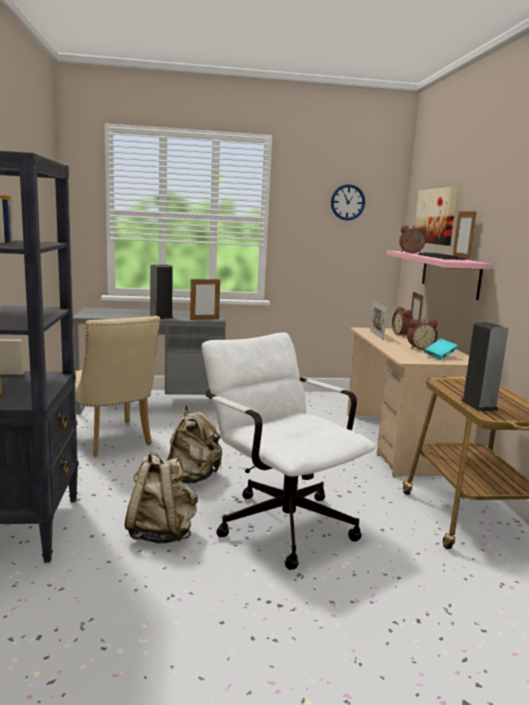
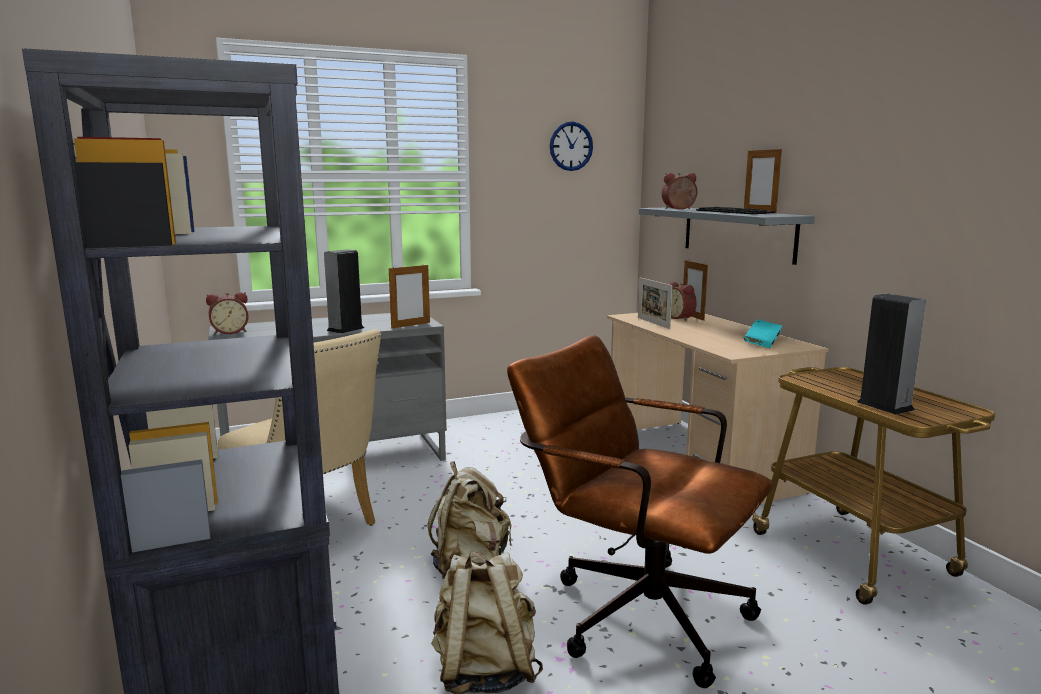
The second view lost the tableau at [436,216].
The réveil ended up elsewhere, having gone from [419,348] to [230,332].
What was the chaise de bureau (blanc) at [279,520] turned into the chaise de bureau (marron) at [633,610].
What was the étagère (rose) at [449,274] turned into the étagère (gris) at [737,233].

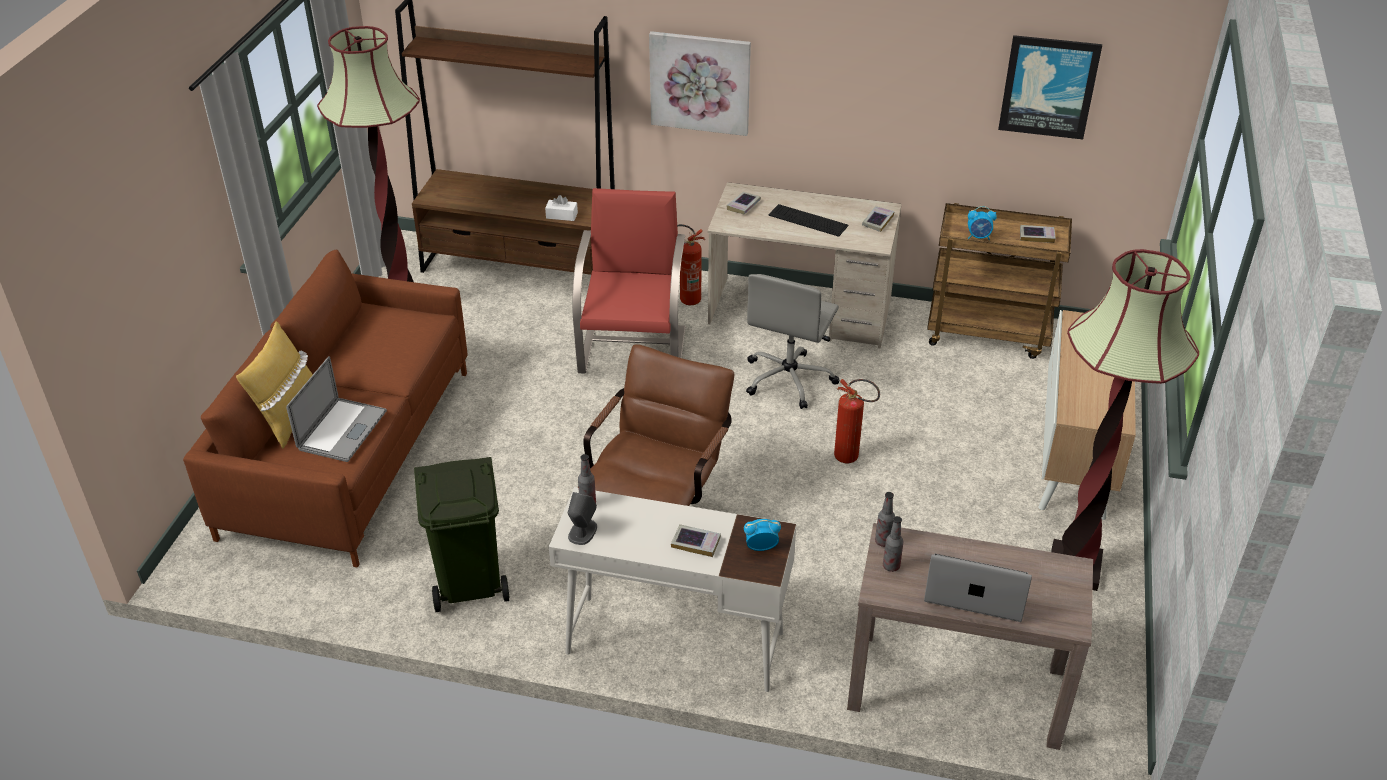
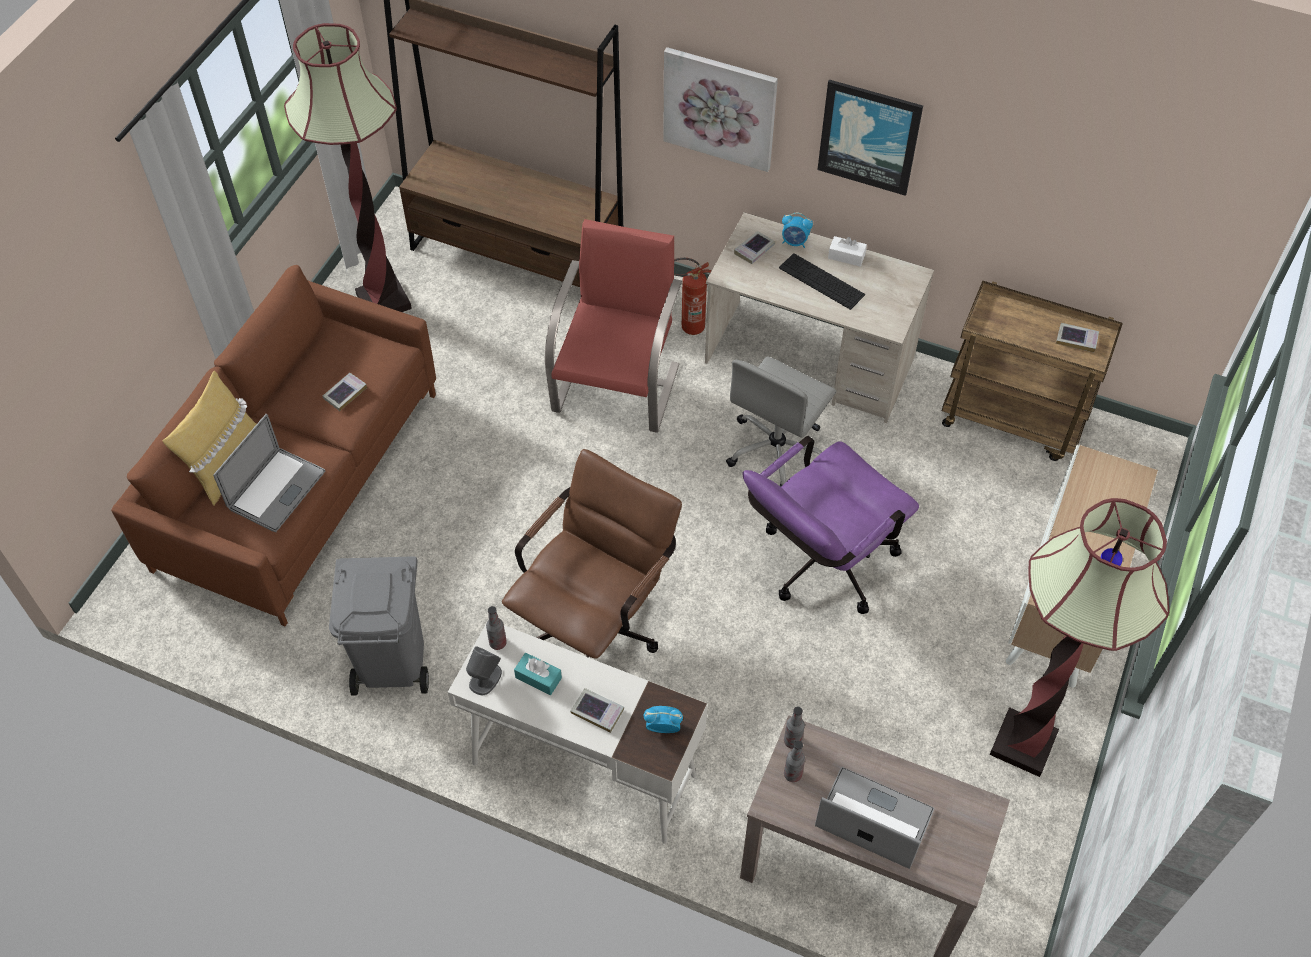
The second view gained the boîte à mouchoirs (turquoise) at [538,678].
The boîte à mouchoirs (blanc) ended up elsewhere, having gone from [561,215] to [846,256].
The livre ended up elsewhere, having gone from [877,221] to [345,393].
The réveil ended up elsewhere, having gone from [979,237] to [794,242].
The tableau ended up elsewhere, having gone from [1048,86] to [869,136].
Where the extincteur stood at [851,458], the chaise de bureau (violet) came to stand at [819,566].
What was the poubelle (vert) at [471,582] turned into the poubelle (gris) at [394,662].

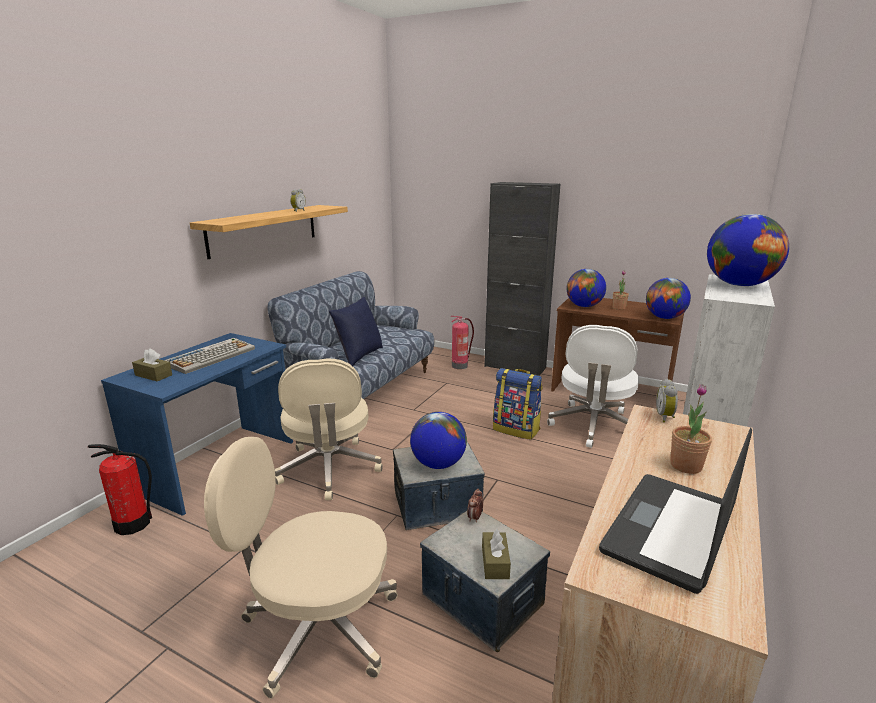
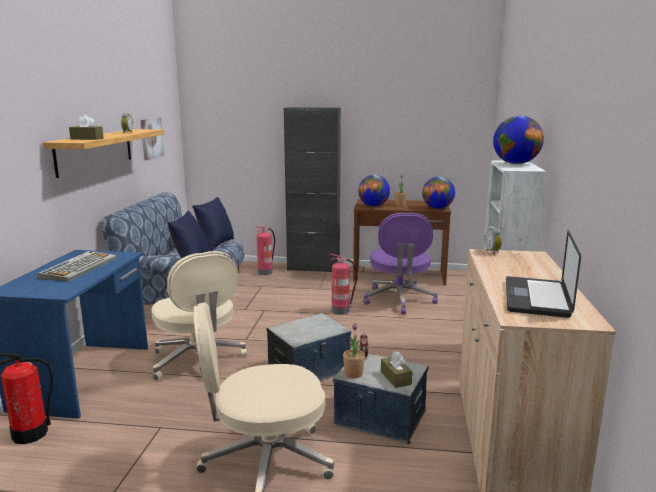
The second view lost the globe at [438,464].
The second view gained the tableau at [151,138].
The second view gained the coussin (bleu) at [215,245].
The boîte à mouchoirs (marron) ended up elsewhere, having gone from [153,375] to [87,139].
The plante en pot ended up elsewhere, having gone from [686,466] to [353,374].
Where the sac à dos stood at [516,429], the extincteur came to stand at [341,310].
What was the chaise de bureau (blanc) at [593,426] turned into the chaise de bureau (violet) at [399,300].

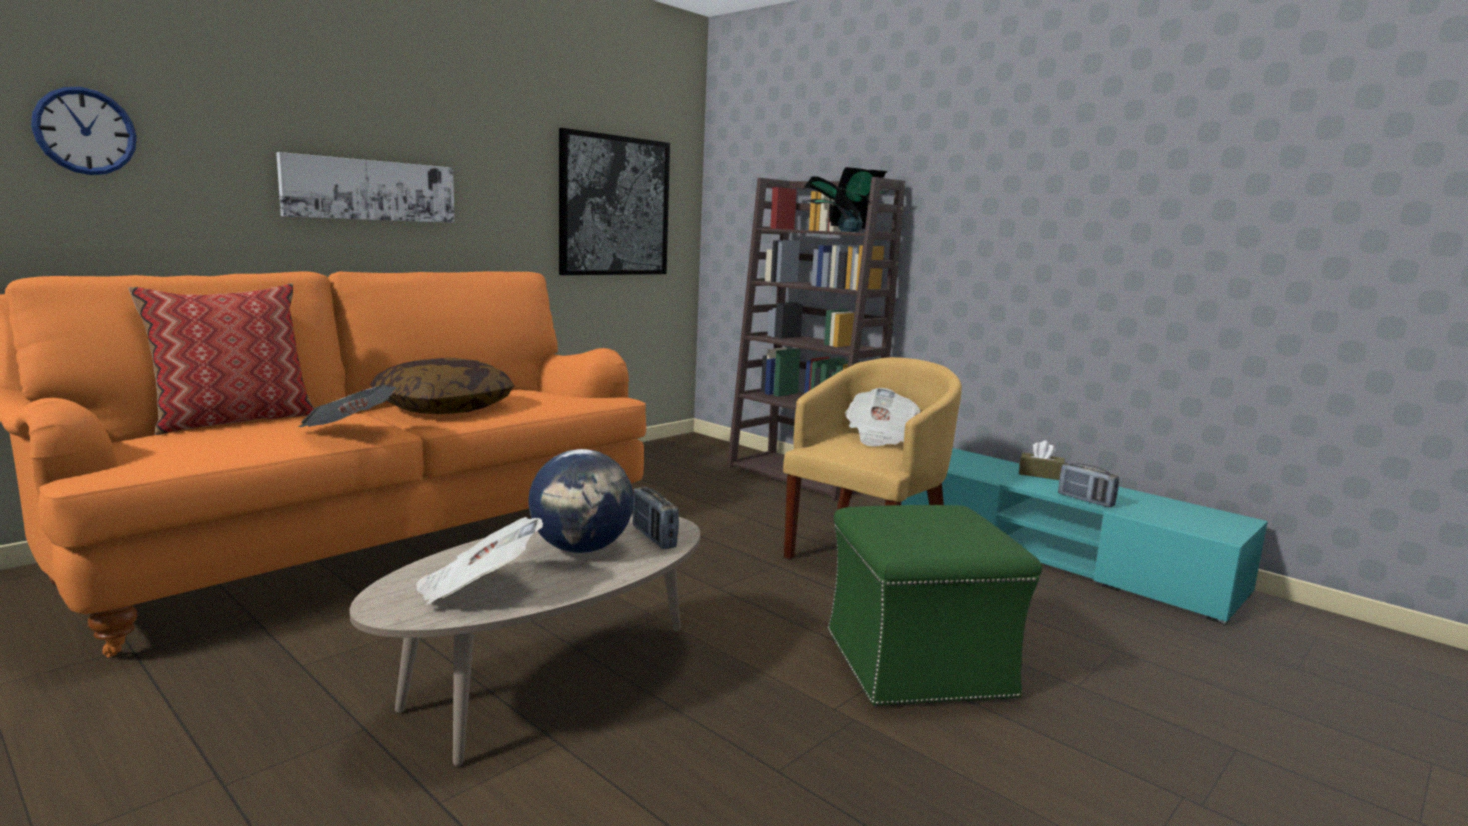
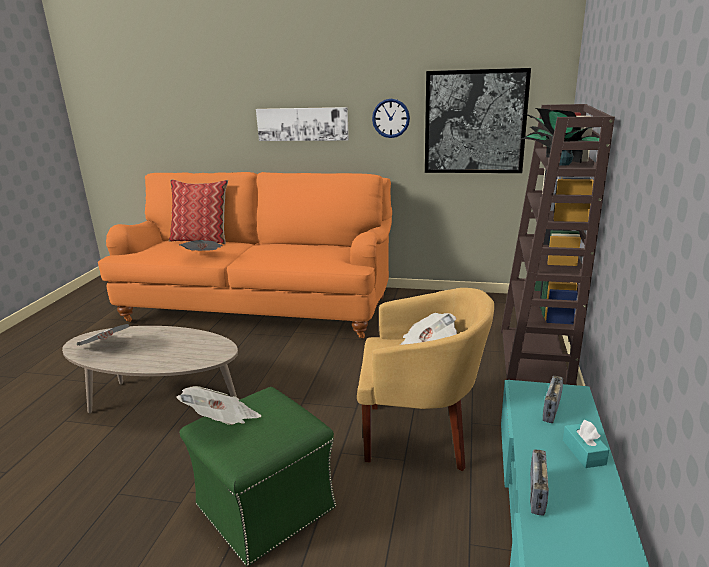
The second view lost the coussin at [444,408].
The second view lost the globe at [582,549].
The second view gained the journal at [223,422].
The horloge murale ended up elsewhere, having gone from [85,131] to [391,118].
The radio ended up elsewhere, having gone from [654,537] to [551,410].
What was the boîte à mouchoirs (marron) at [1040,474] turned into the boîte à mouchoirs (turquoise) at [583,452].

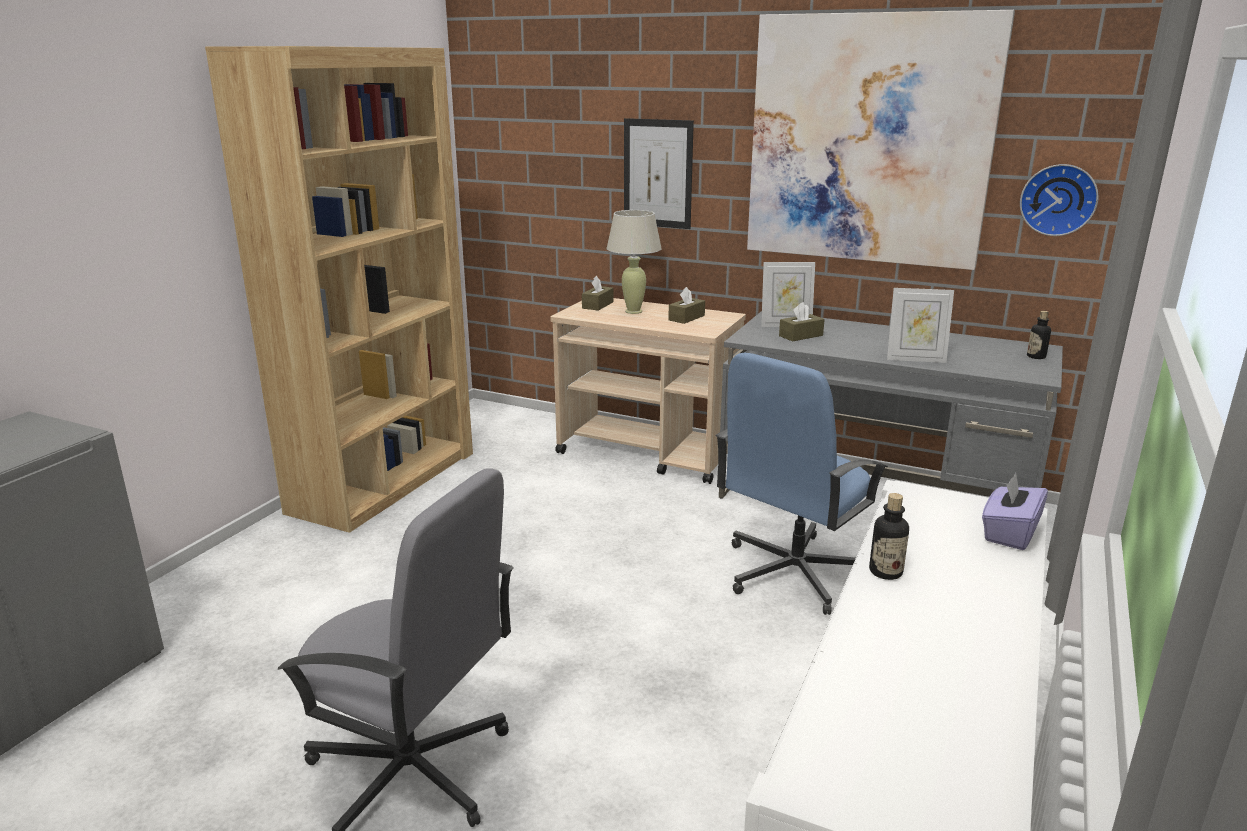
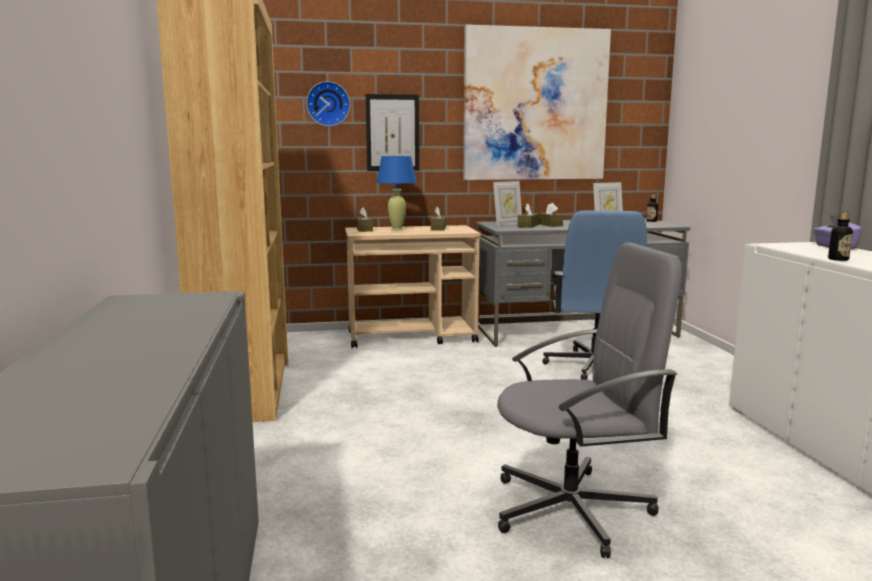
The second view gained the boîte à mouchoirs (marron) at [550,225].
The horloge murale ended up elsewhere, having gone from [1058,199] to [328,104].
What was the lampe de table (beige) at [634,311] turned into the lampe de table (bleu) at [397,229].

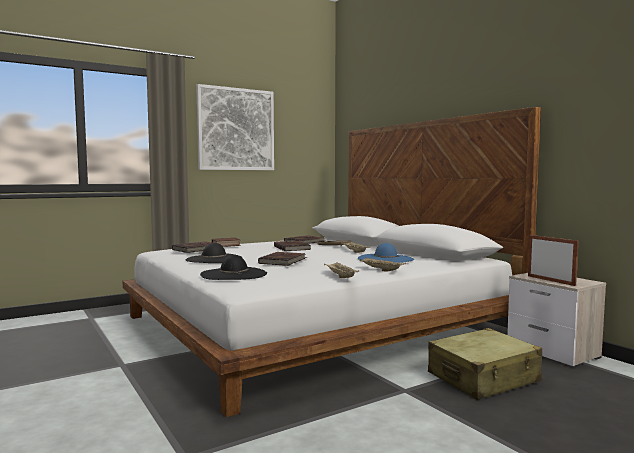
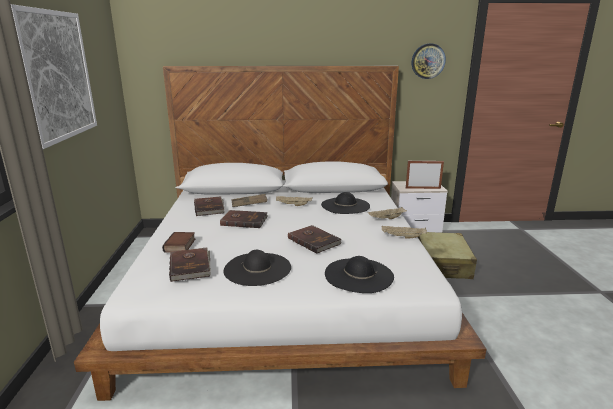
The second view gained the horloge murale at [428,61].
What was the chapeau (bleu) at [385,259] turned into the chapeau (noir) at [345,205].

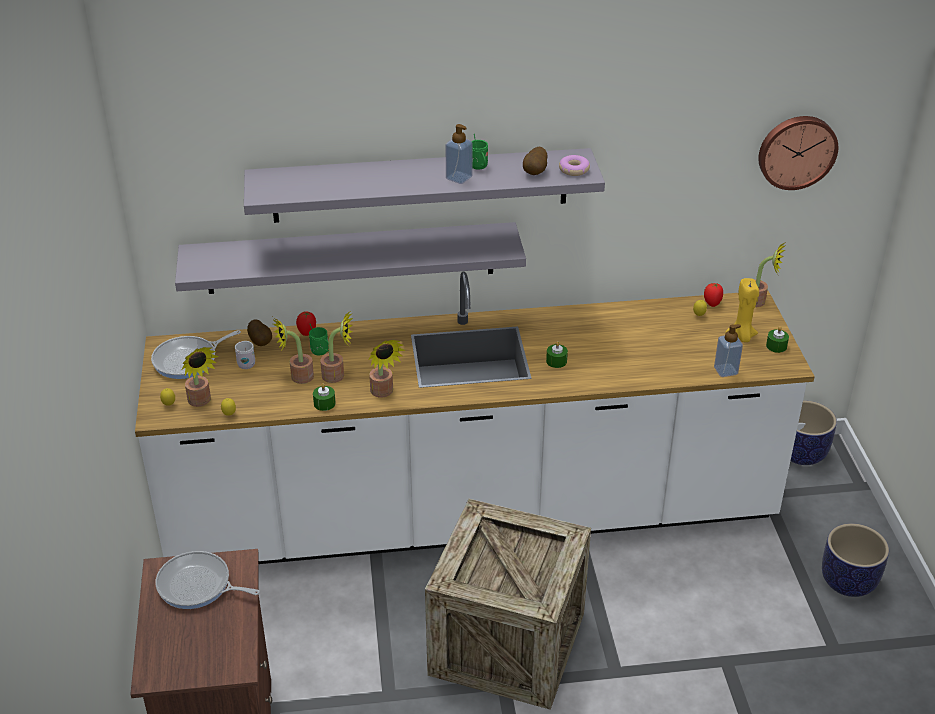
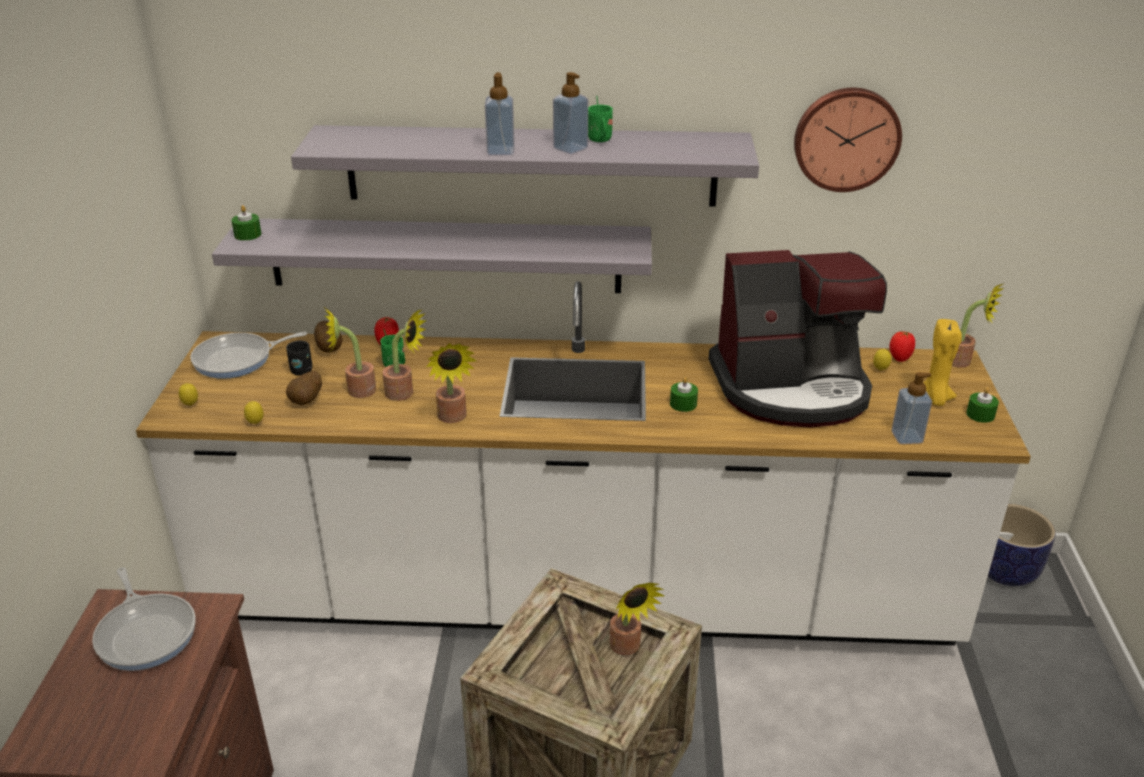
The second view lost the beignet at [574,170].
The second view lost the cache-pot at [849,581].
The second view gained the distributeur de savon at [500,151].
The second view gained the machine à café at [791,388].
The plante en pot ended up elsewhere, having gone from [201,402] to [627,648].
The bougie (vert) ended up elsewhere, having gone from [324,403] to [248,234].
The pomme de terre ended up elsewhere, having gone from [535,172] to [307,401].
The horloge murale ended up elsewhere, having gone from [796,151] to [846,138].
What was the mug (blanc) at [246,363] turned into the mug (noir) at [302,369].
The poêle at [198,586] ended up facing another way, 150 degrees counterclockwise from before.

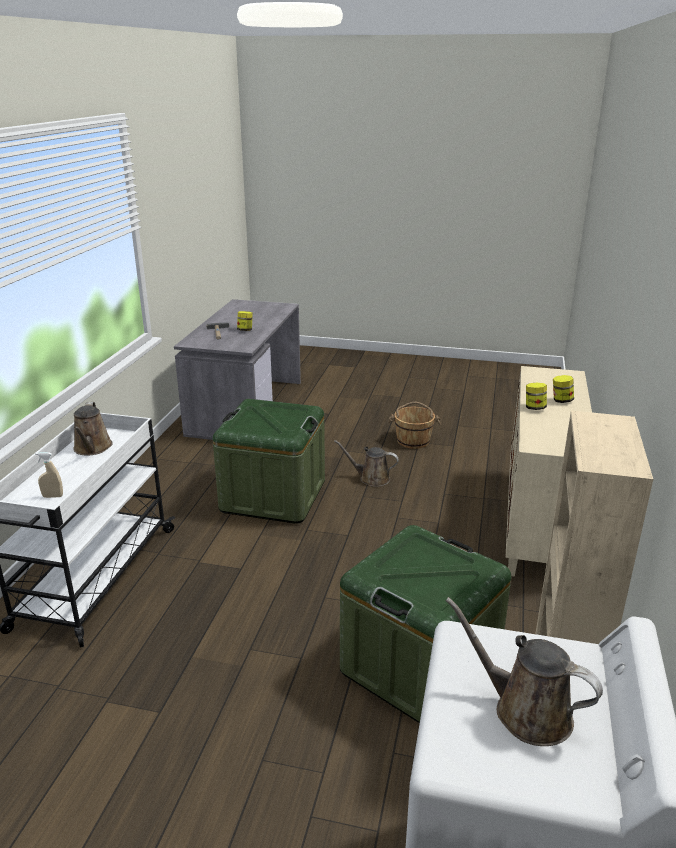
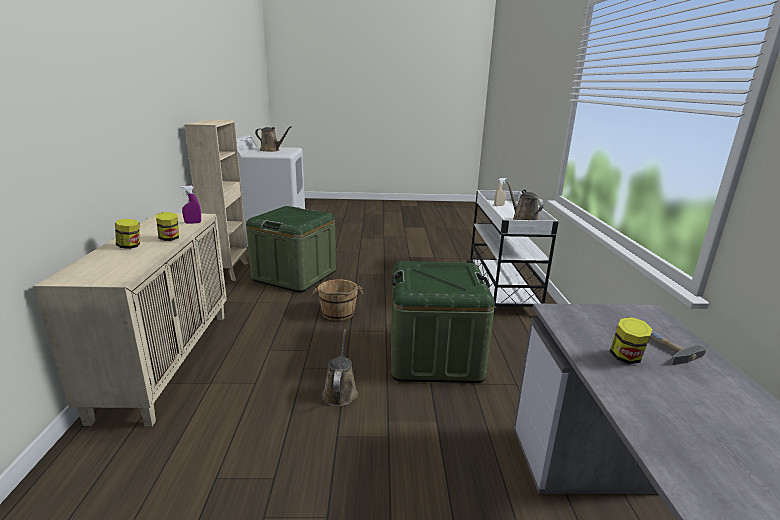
The second view gained the vaporisateur (violet) at [193,223].
The seau (marron) ended up elsewhere, having gone from [413,440] to [338,313].
The arrosoir (marron) at [371,478] ended up facing another way, 90 degrees counterclockwise from before.

